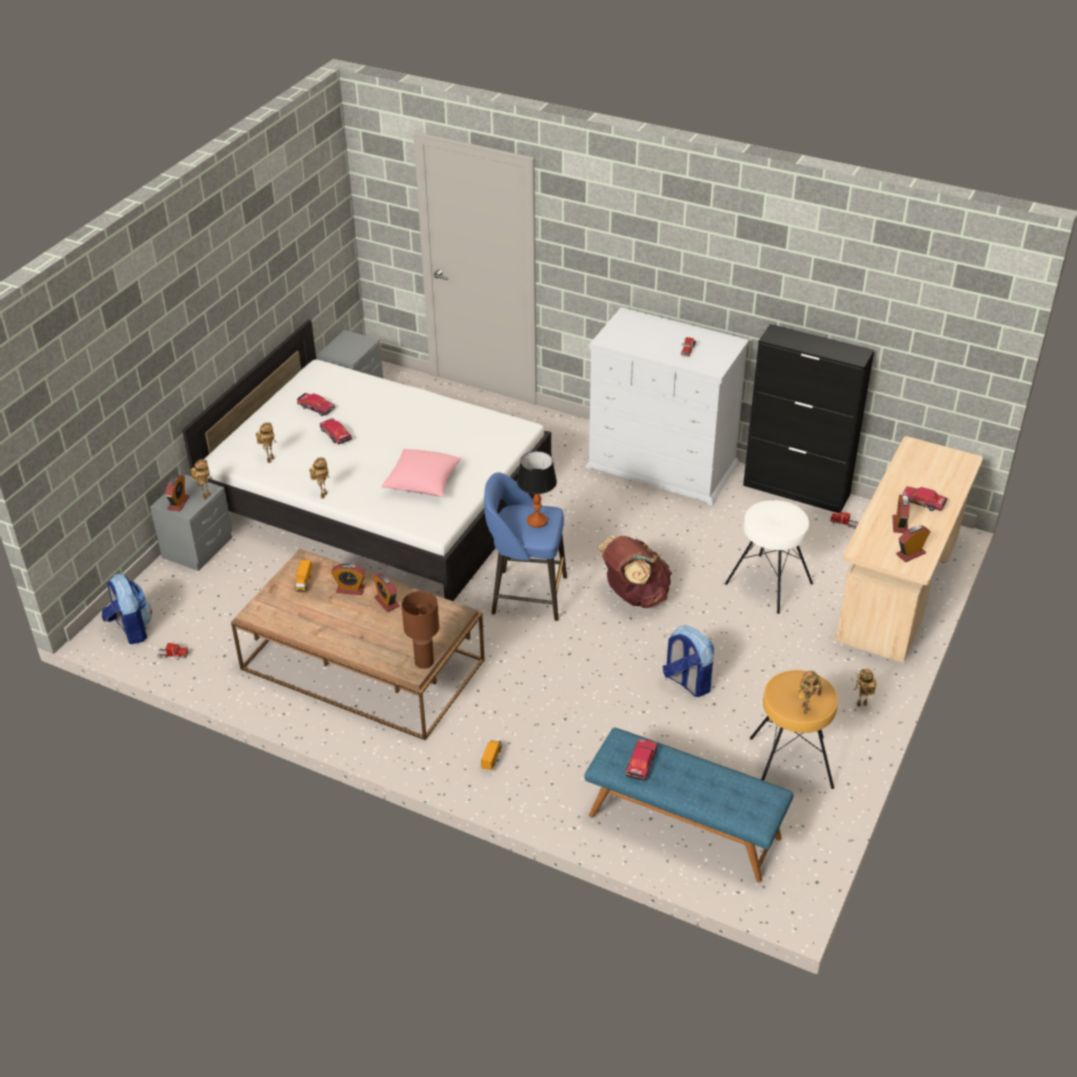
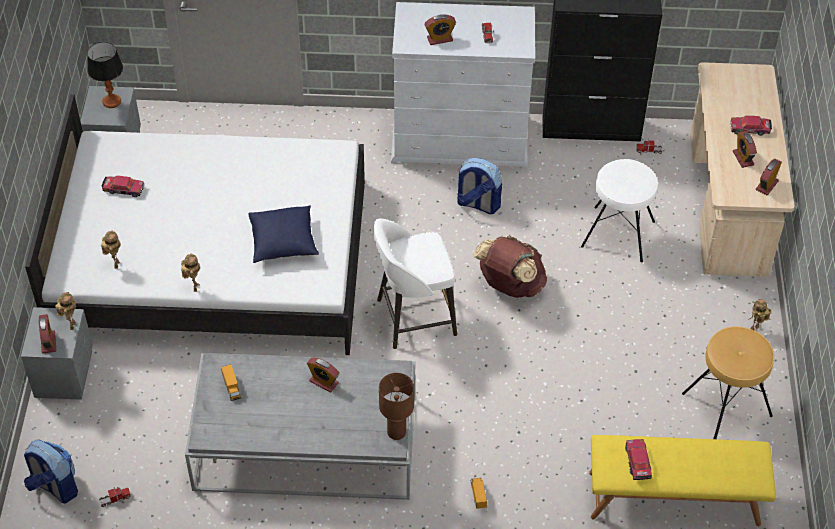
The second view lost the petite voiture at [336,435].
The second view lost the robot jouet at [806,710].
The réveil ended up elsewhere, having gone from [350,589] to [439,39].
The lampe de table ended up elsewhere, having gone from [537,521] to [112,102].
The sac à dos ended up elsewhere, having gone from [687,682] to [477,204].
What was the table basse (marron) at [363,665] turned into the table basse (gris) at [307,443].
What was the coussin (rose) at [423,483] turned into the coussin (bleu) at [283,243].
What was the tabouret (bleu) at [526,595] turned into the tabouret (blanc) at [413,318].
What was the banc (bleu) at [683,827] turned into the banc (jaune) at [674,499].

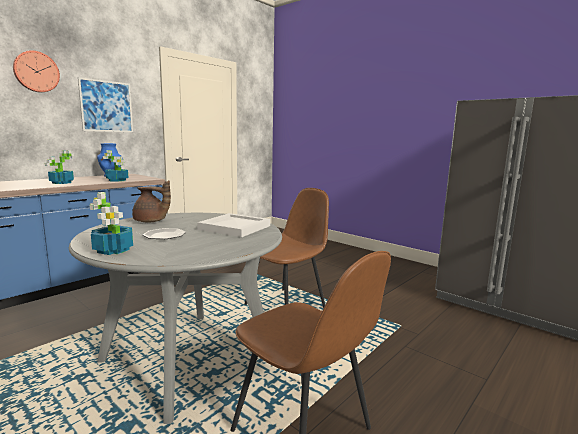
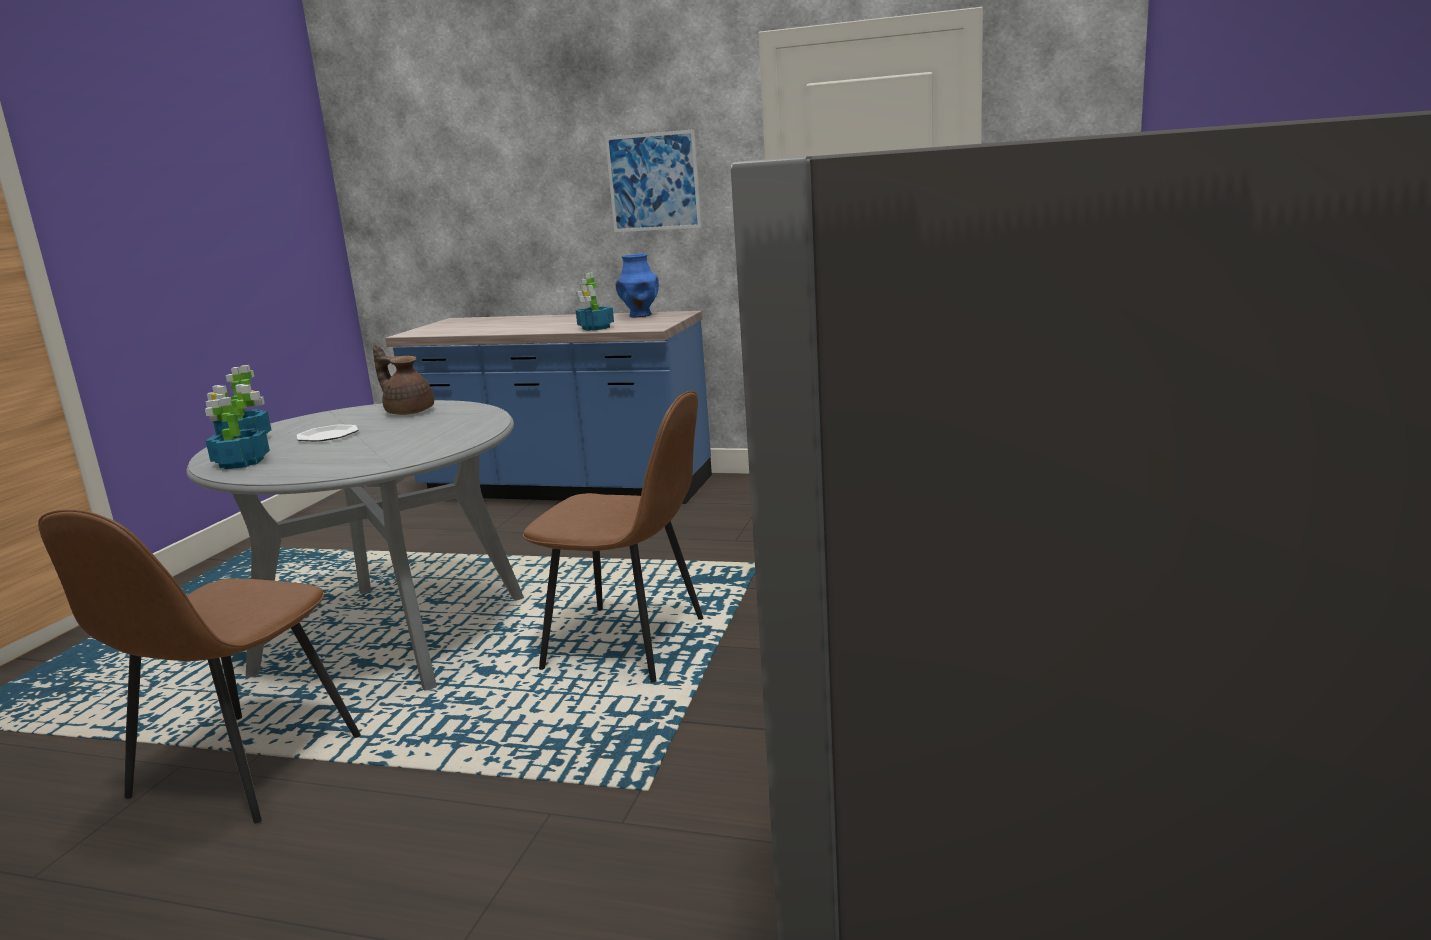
The second view lost the horloge murale at [36,72].
The second view lost the plateau (blanc) at [236,227].
The plante en pot ended up elsewhere, having gone from [61,183] to [241,462].
The théière (marron) at [151,221] ended up facing another way, 135 degrees clockwise from before.

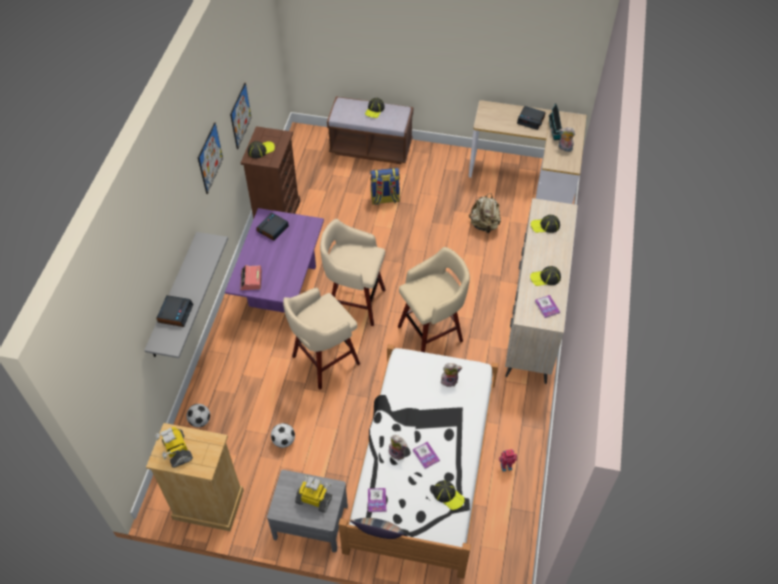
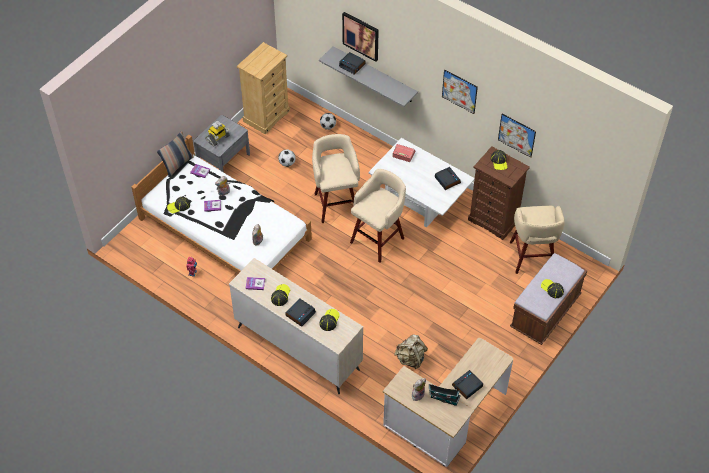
The second view lost the robot jouet at [177,450].
The second view lost the sac à dos at [384,199].
The second view gained the réveil at [300,314].
The second view gained the tableau at [361,36].
The tabouret (beige) ended up elsewhere, having gone from [432,333] to [532,258].
What was the table basse (violet) at [280,285] turned into the table basse (blanc) at [419,200].

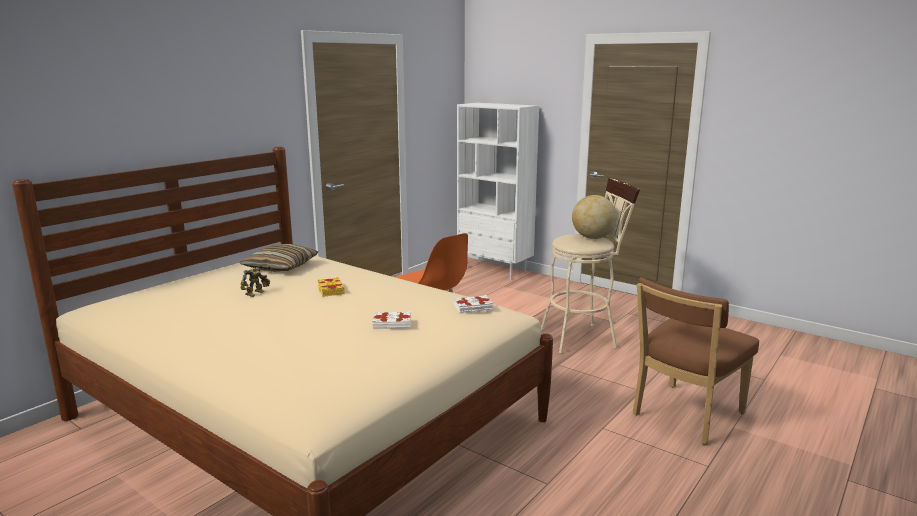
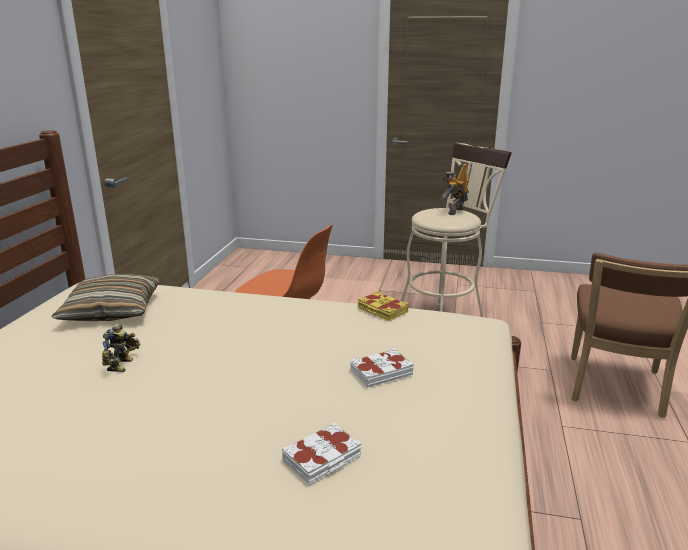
The second view lost the bibliothèque (blanc) at [495,270].
The livre (jaune) ended up elsewhere, having gone from [330,290] to [382,310].
The livre (blanc) ended up elsewhere, having gone from [473,308] to [323,459].
Where the globe stood at [592,238], the robot jouet came to stand at [454,211].

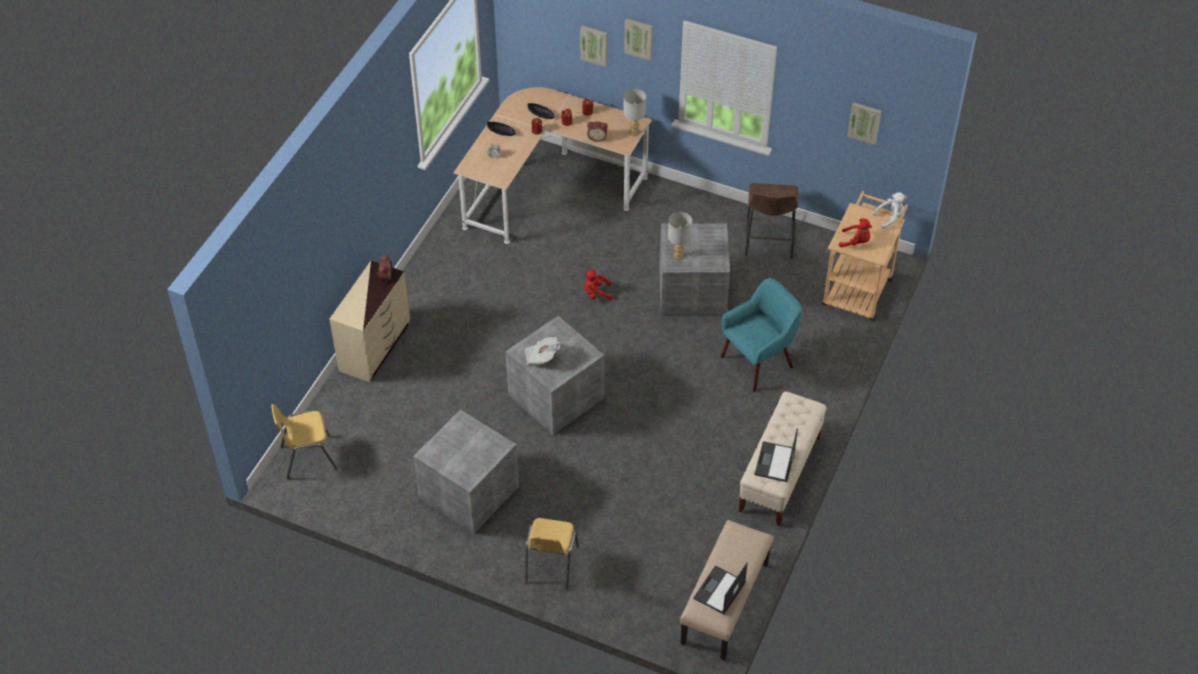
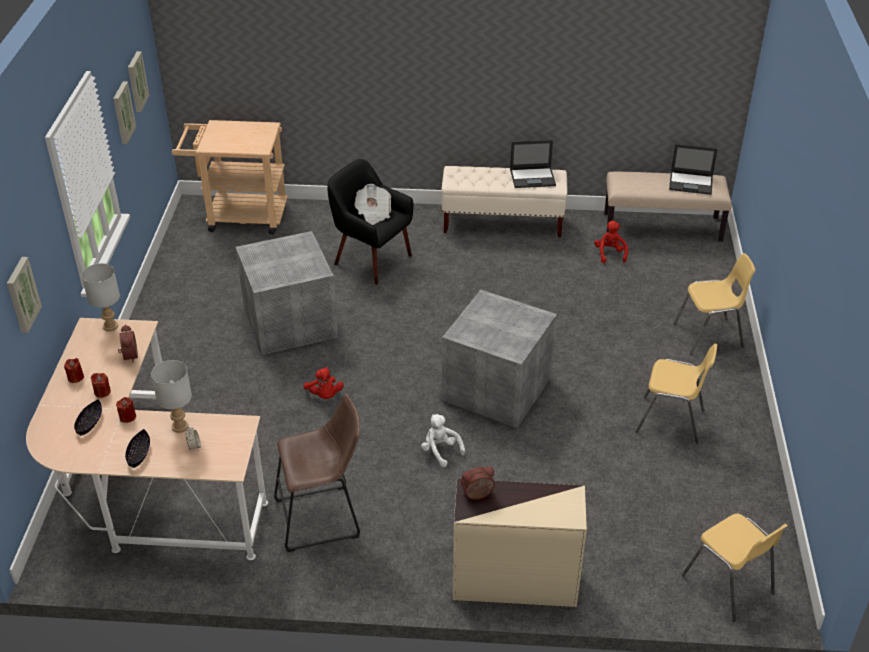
The journal ended up elsewhere, having gone from [541,357] to [373,213].
The tableau ended up elsewhere, having gone from [639,38] to [122,112].
The lampe de table (gris) ended up elsewhere, having gone from [678,255] to [179,426].
The tabouret (marron) ended up elsewhere, having gone from [768,242] to [323,518].
The peluche (rouge) ended up elsewhere, having gone from [856,242] to [610,254].
The peluche (blanc) ended up elsewhere, having gone from [890,217] to [440,451].
Where the boîte de rangement (gris) stood at [467,492], the chaise (jaune) came to stand at [671,421].
What was the fauteuil (turquoise) at [758,362] turned into the fauteuil (noir) at [371,259].

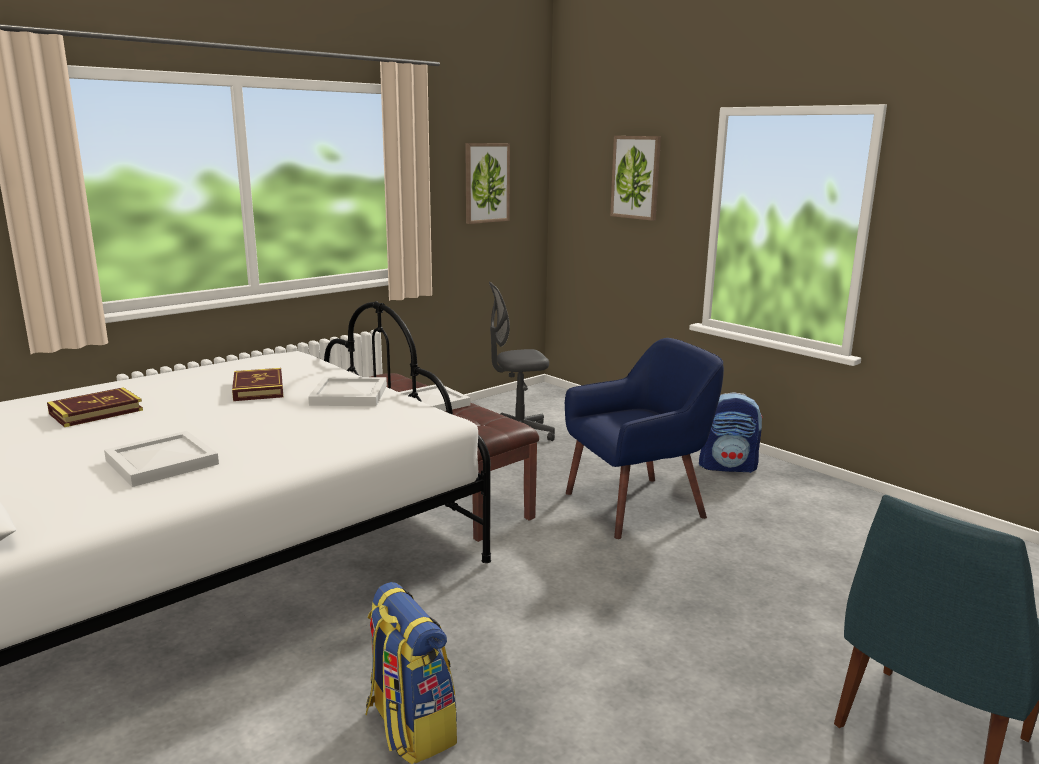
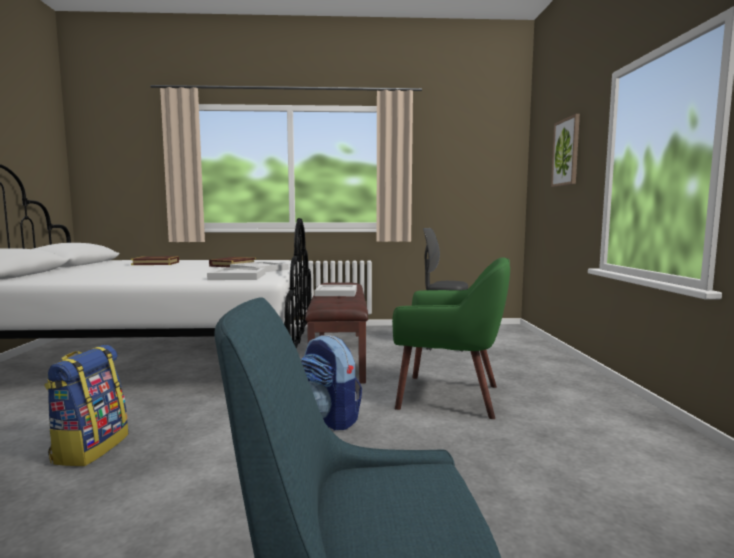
The second view lost the tableau at [486,183].
The plateau (blanc) ended up elsewhere, having gone from [160,462] to [237,276].
The sac à dos ended up elsewhere, having gone from [727,466] to [330,419].
What was the fauteuil (bleu) at [637,505] turned into the fauteuil (vert) at [450,396].

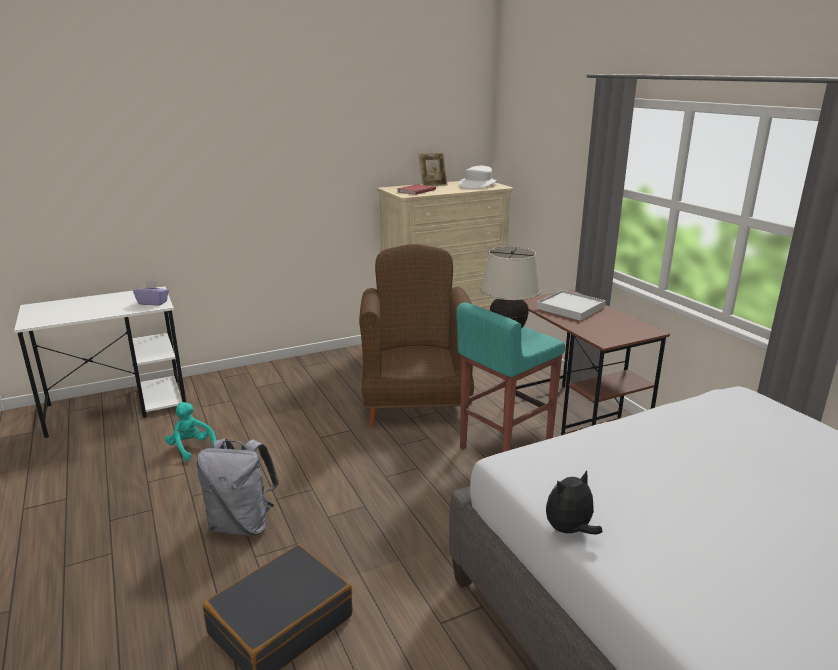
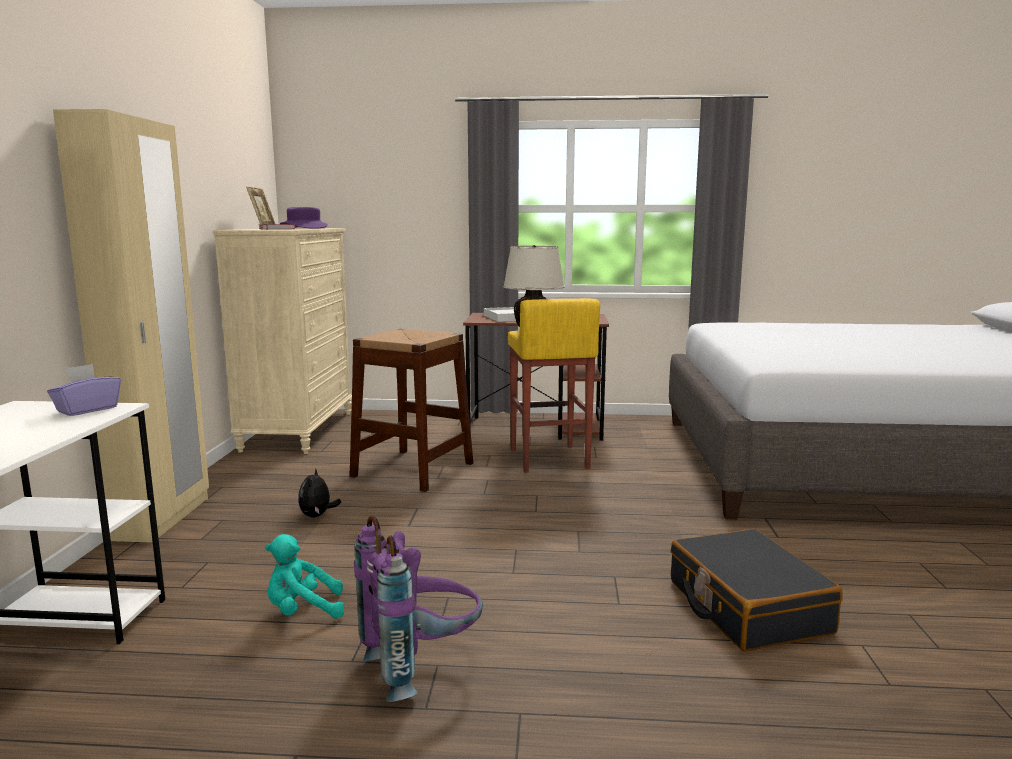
The second view lost the sac à dos (gris) at [242,524].
The second view gained the armoire (beige) at [163,518].
The second view gained the sac à dos (violet) at [422,666].
The peluche ended up elsewhere, having gone from [569,531] to [317,516].
Where the fauteuil (marron) stood at [416,404], the tabouret (marron) came to stand at [412,469].
What was the tabouret (turquoise) at [503,449] turned into the tabouret (jaune) at [548,459].
What was the chapeau (blanc) at [478,185] turned into the chapeau (violet) at [304,228].

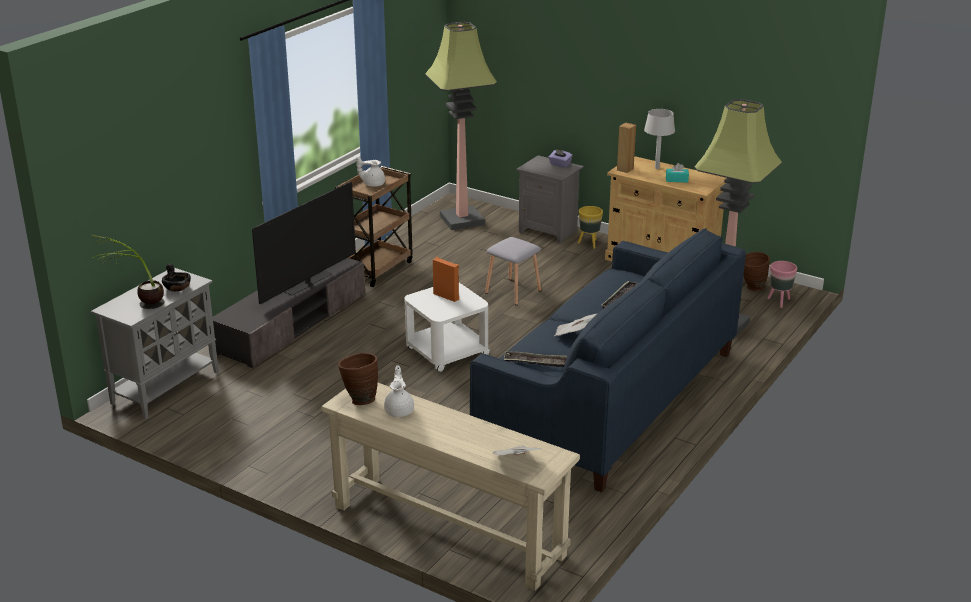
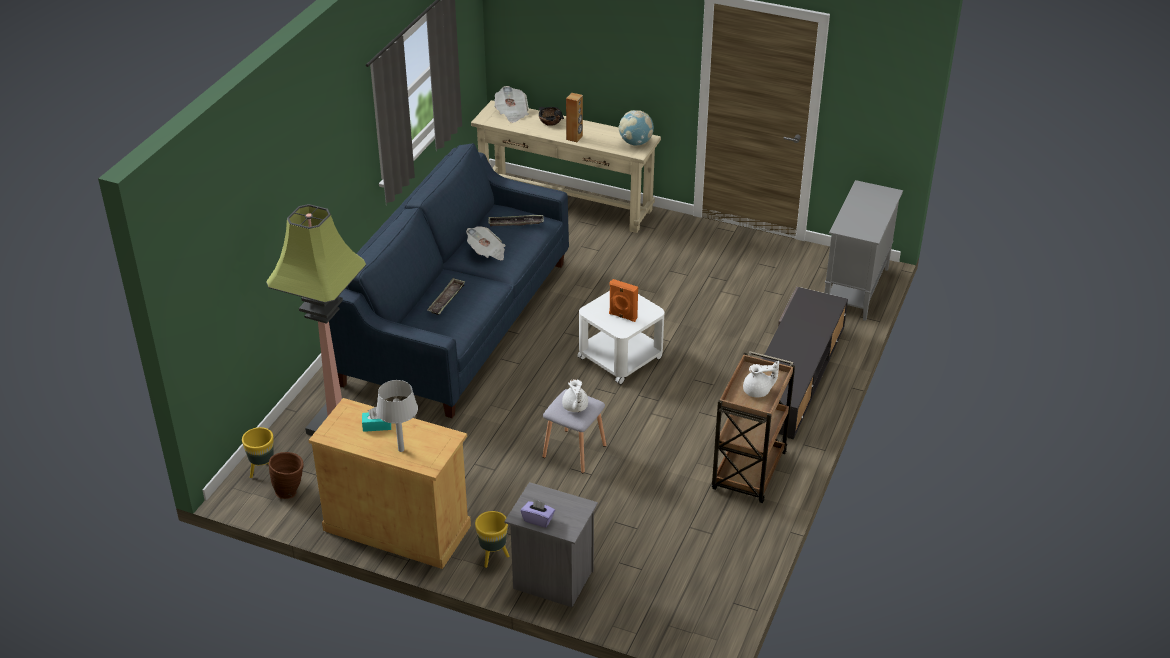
The second view lost the plante en pot at [136,305].
The second view lost the téléviseur at [308,283].
The second view lost the lampadaire at [462,220].
The bol (noir) ended up elsewhere, having gone from [177,287] to [550,121].
The théière (blanc) ended up elsewhere, having gone from [399,410] to [575,407].
The enceinte (marron) ended up elsewhere, having gone from [625,169] to [574,138].
Where the vase (marron) stood at [359,399], the globe came to stand at [636,143].
What was the cache-pot (rose) at [779,301] turned into the cache-pot (jaune) at [263,472].

